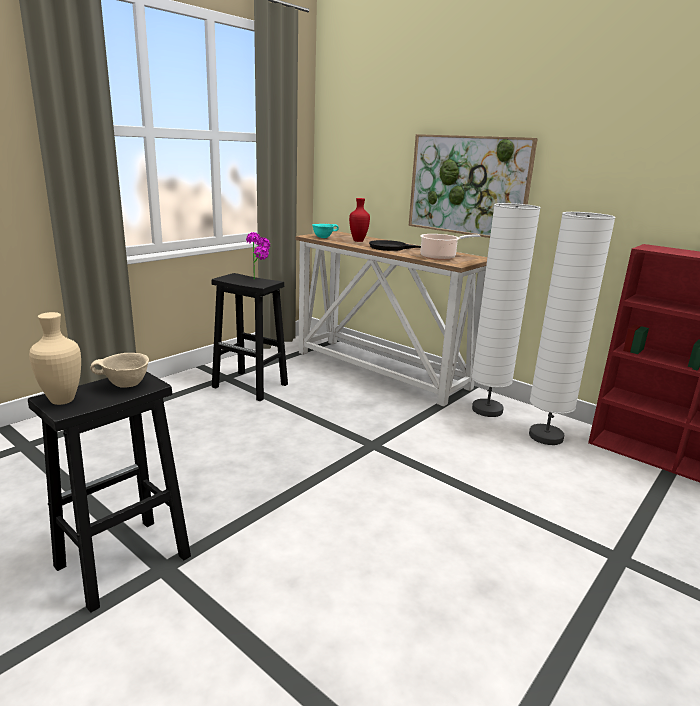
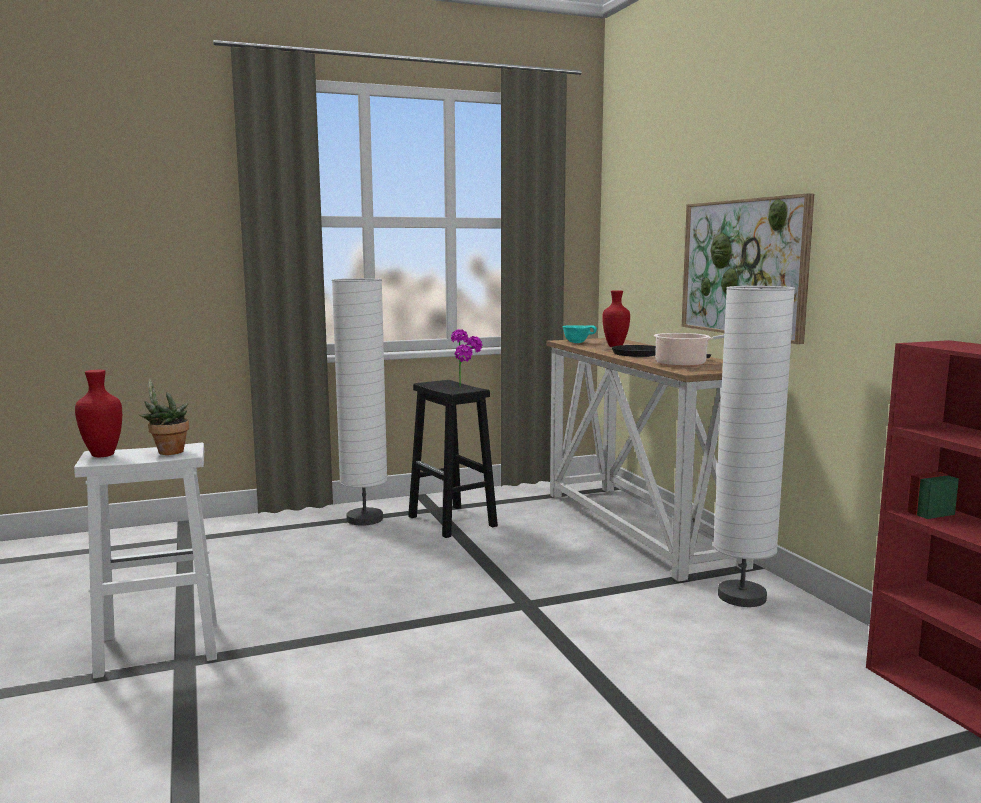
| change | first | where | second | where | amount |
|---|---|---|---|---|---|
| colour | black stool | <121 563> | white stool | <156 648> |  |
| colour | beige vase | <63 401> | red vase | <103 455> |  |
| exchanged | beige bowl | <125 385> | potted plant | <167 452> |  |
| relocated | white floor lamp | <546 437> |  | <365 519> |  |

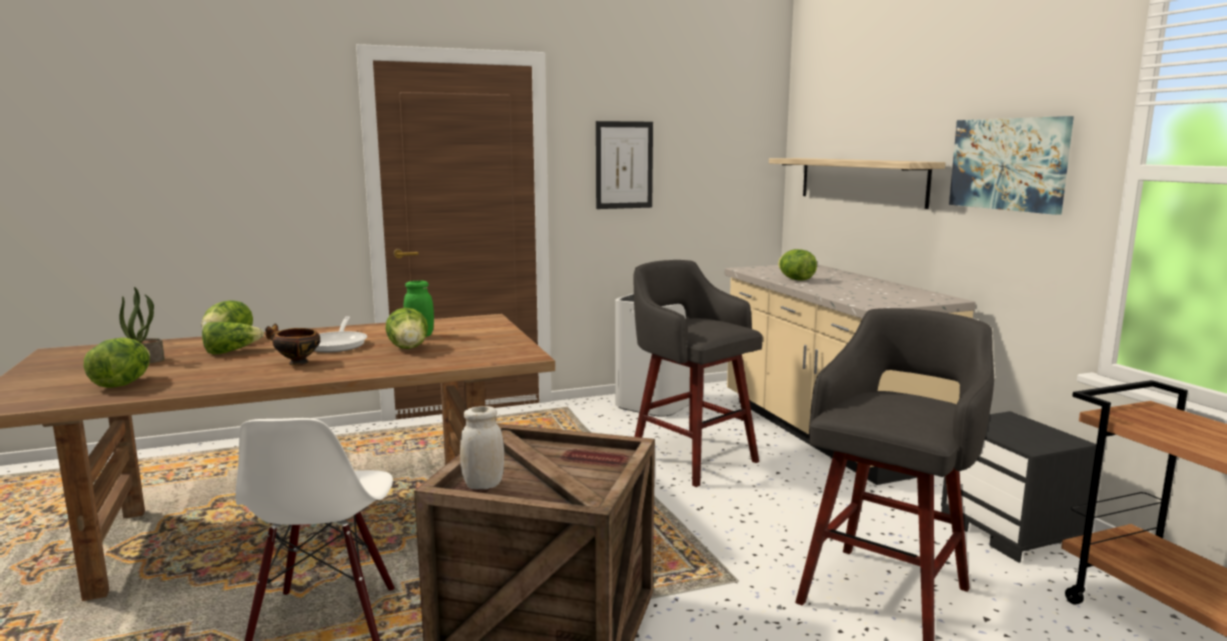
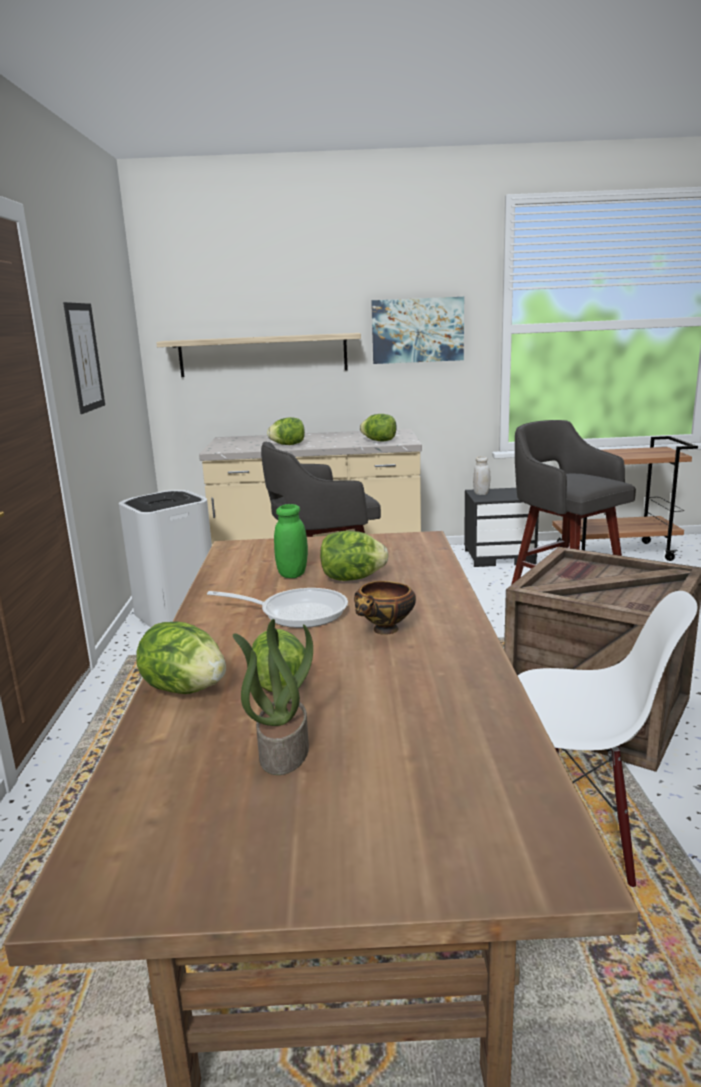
| change | first | where | second | where | amount |
|---|---|---|---|---|---|
| relocated | lettuce | <122 384> |  | <379 441> |  |
| relocated | white jar | <483 485> |  | <481 493> |  |

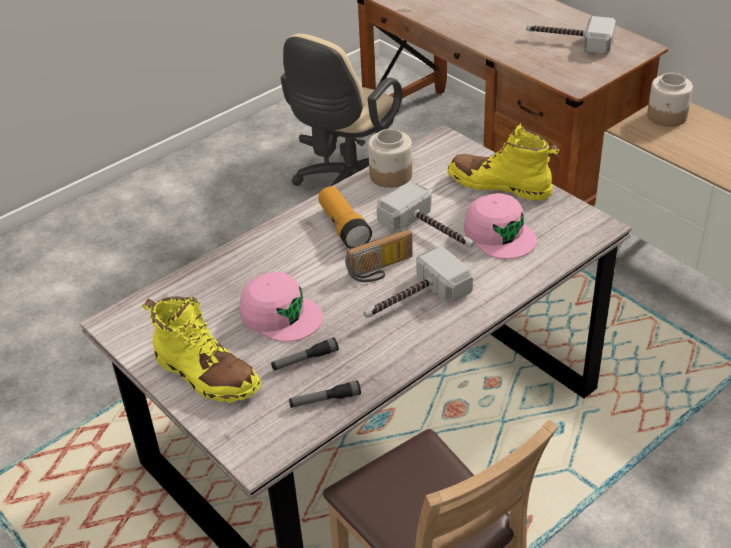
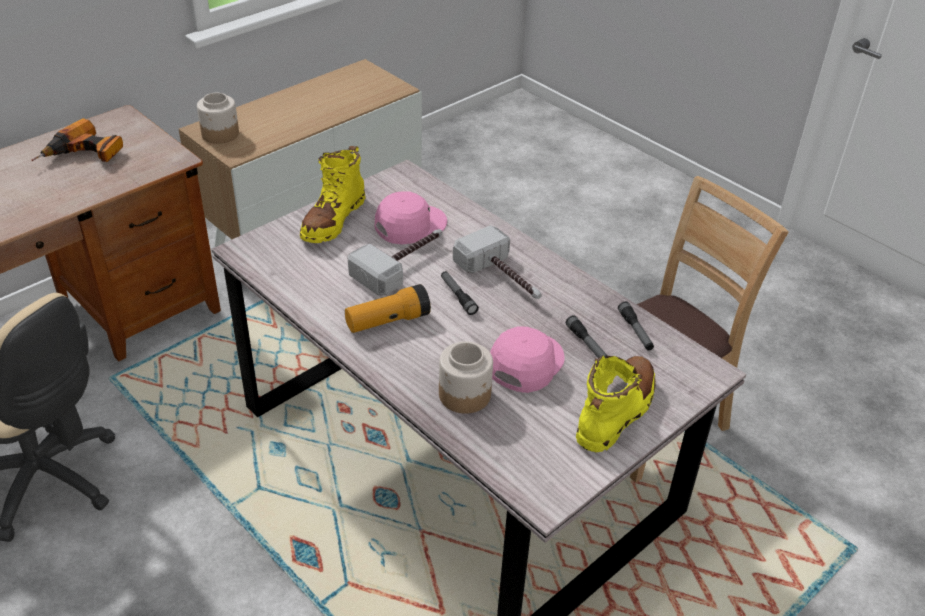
| change | first | where | second | where | amount |
|---|---|---|---|---|---|
| exchanged | radio | <381 269> | flashlight | <458 296> |  |
| relocated | jar | <390 175> |  | <465 395> |  |
| exchanged | hammer | <568 41> | power drill | <84 155> |  |

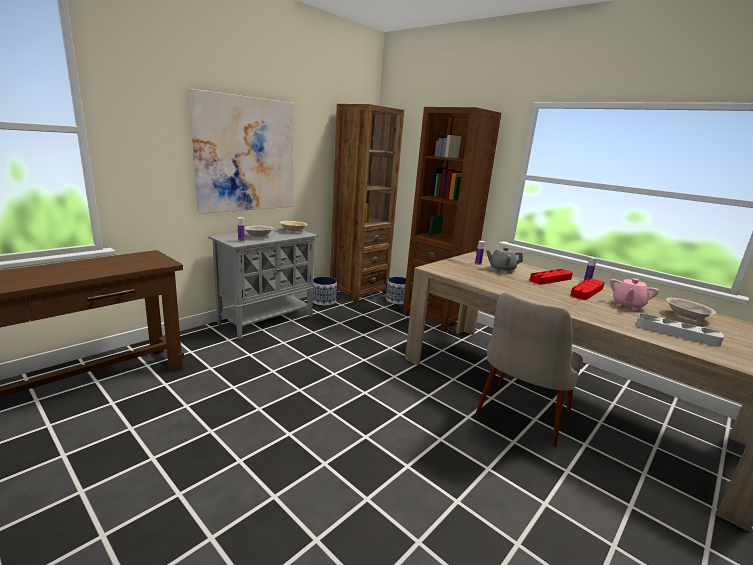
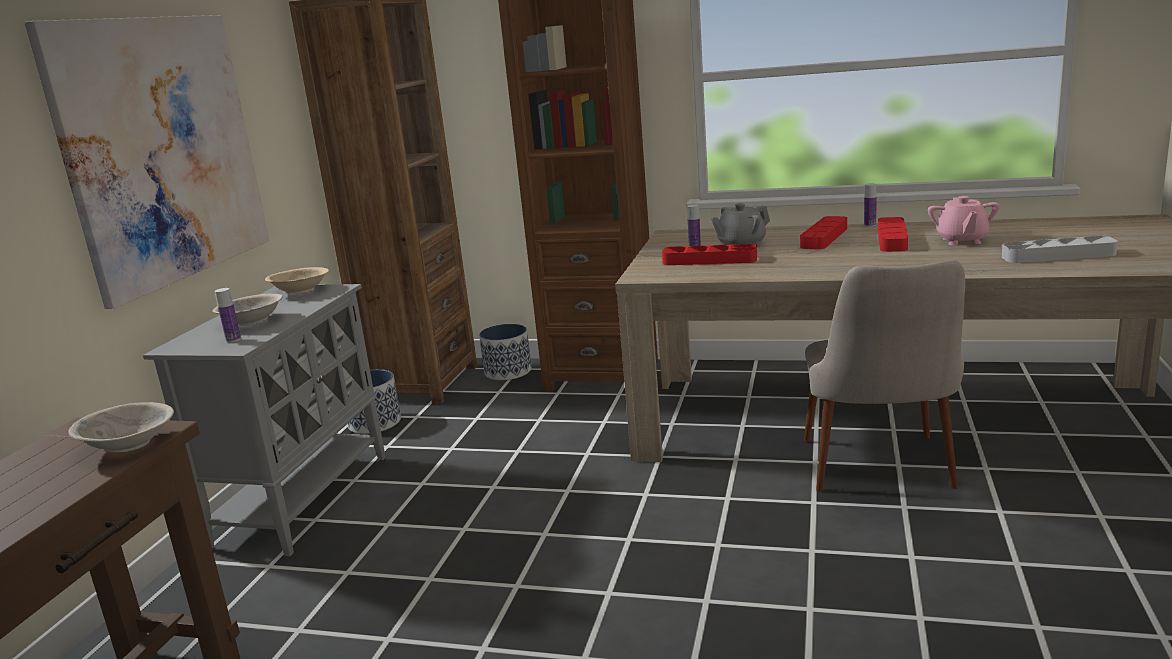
| change | first | where | second | where | amount |
|---|---|---|---|---|---|
| relocated | beige bowl | <686 316> |  | <128 445> |  |
| appeared |  |  | red tray | <709 260> |  |

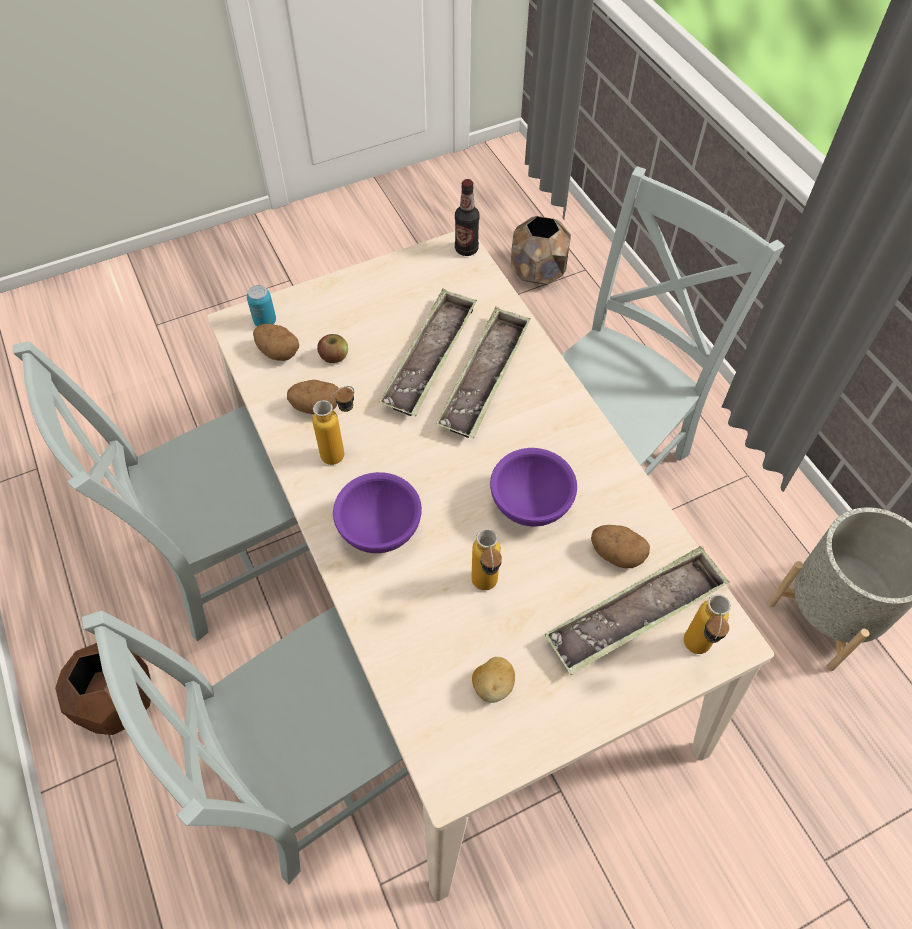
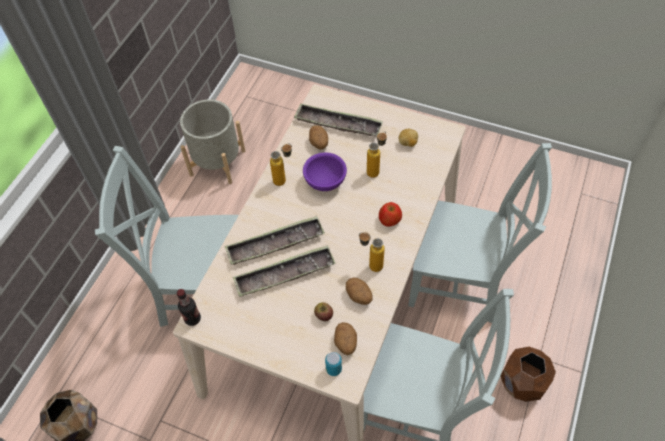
| change | first | where | second | where | amount |
|---|---|---|---|---|---|
| exchanged | purple bowl | <381 530> | apple | <389 219> |  |
| relocated | bottle | <695 652> |  | <284 179> |  |

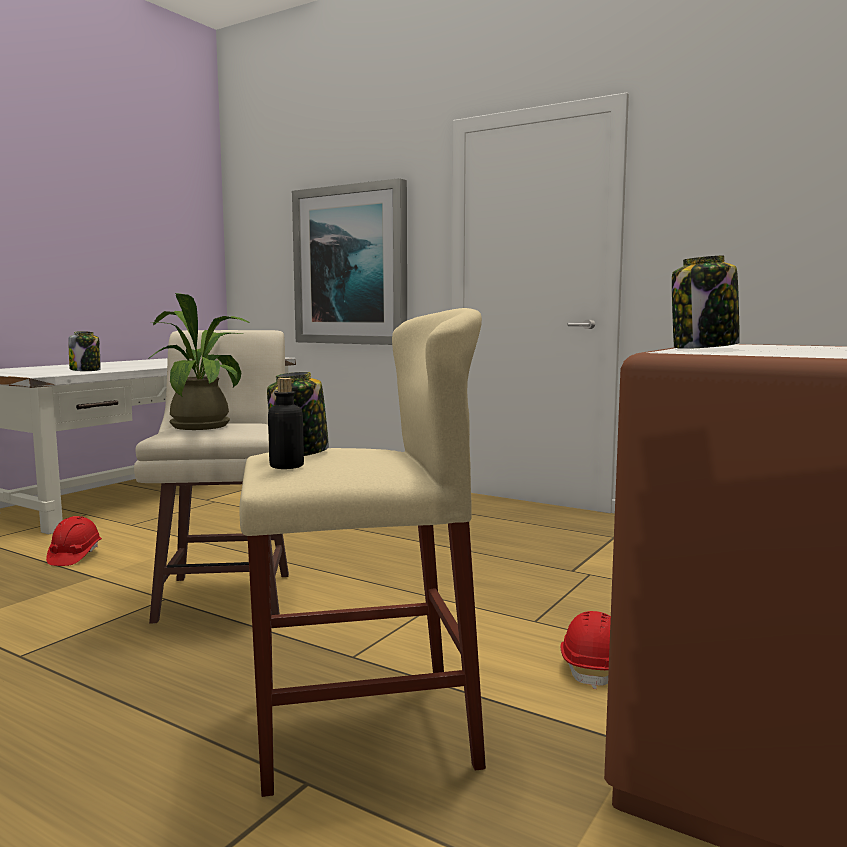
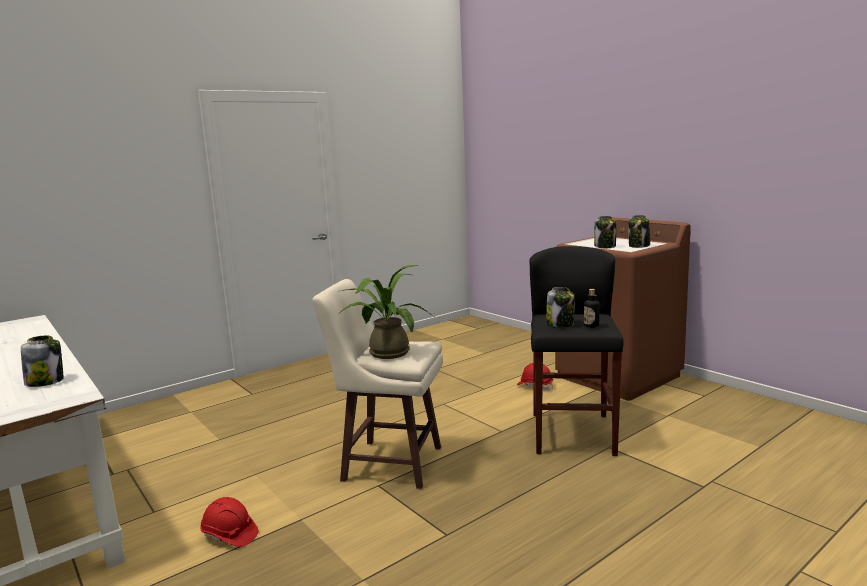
| change | first | where | second | where | amount |
|---|---|---|---|---|---|
| colour | beige stool | <363 730> | black stool | <572 434> |  |
| missing | picture | <351 266> |  |  |  |
| appeared |  |  | jar | <639 246> |  |

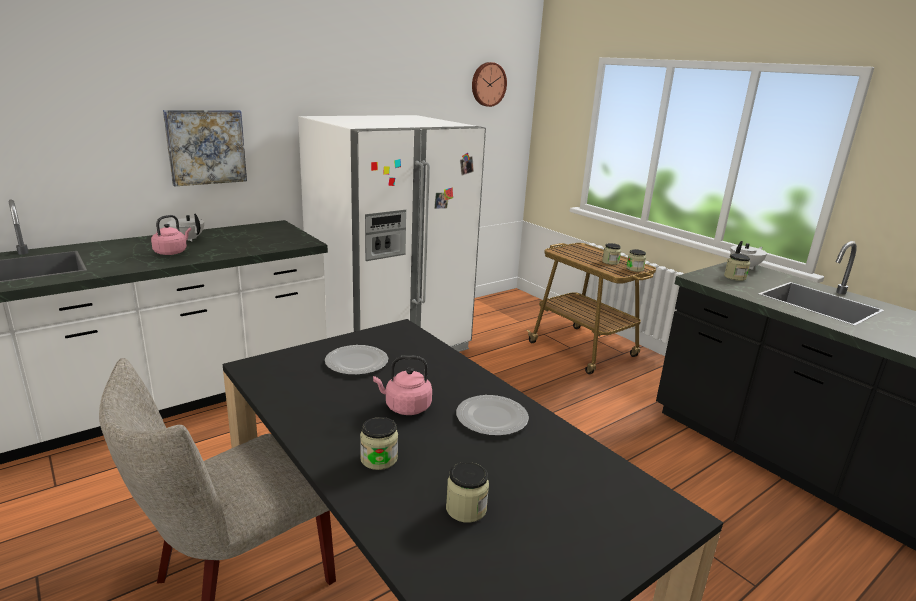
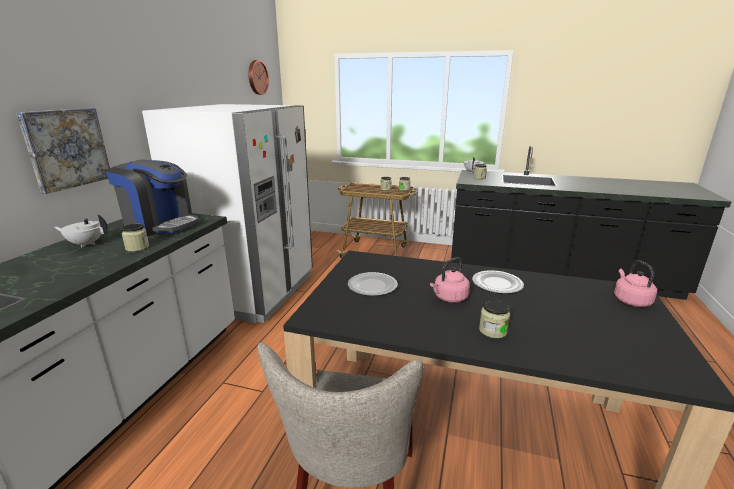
| change | first | where | second | where | amount |
|---|---|---|---|---|---|
| relocated | pink kettle | <172 252> |  | <630 300> |  |
| relocated | jar | <466 508> |  | <137 247> |  |
| appeared |  |  | coffee machine | <160 225> |  |

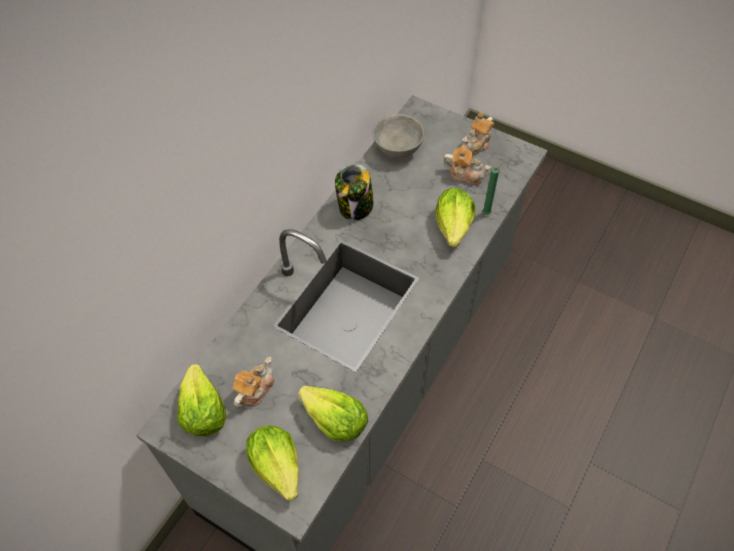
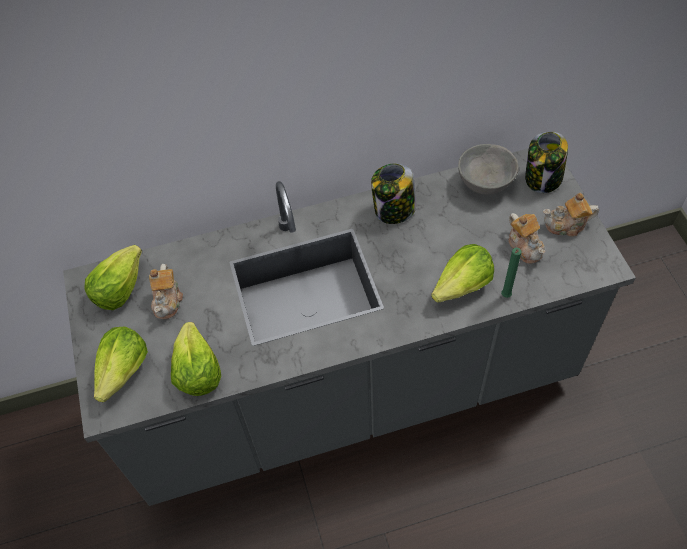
| change | first | where | second | where | amount |
|---|---|---|---|---|---|
| spun | teapot | <255 389> |  | <168 300> | 105 degrees clockwise |
| appeared |  |  | jar | <543 179> |  |

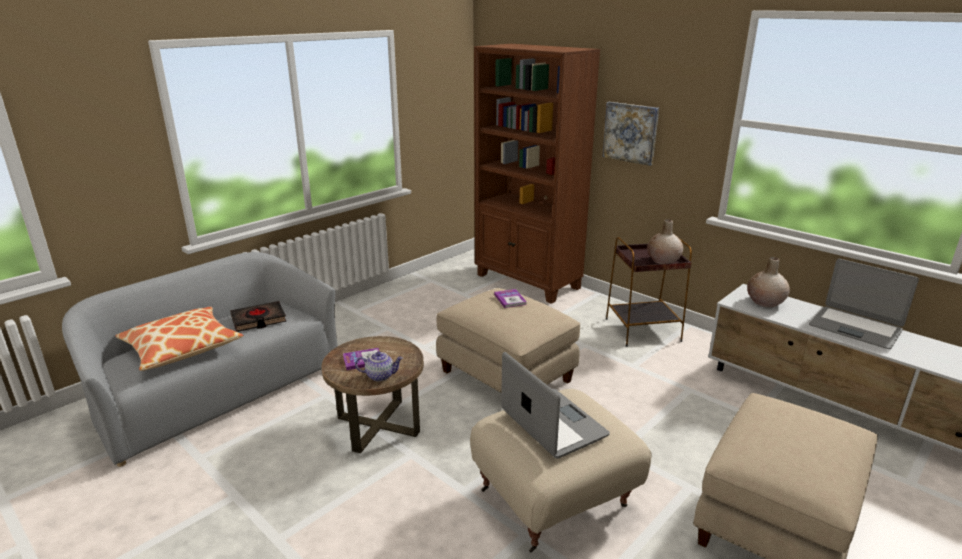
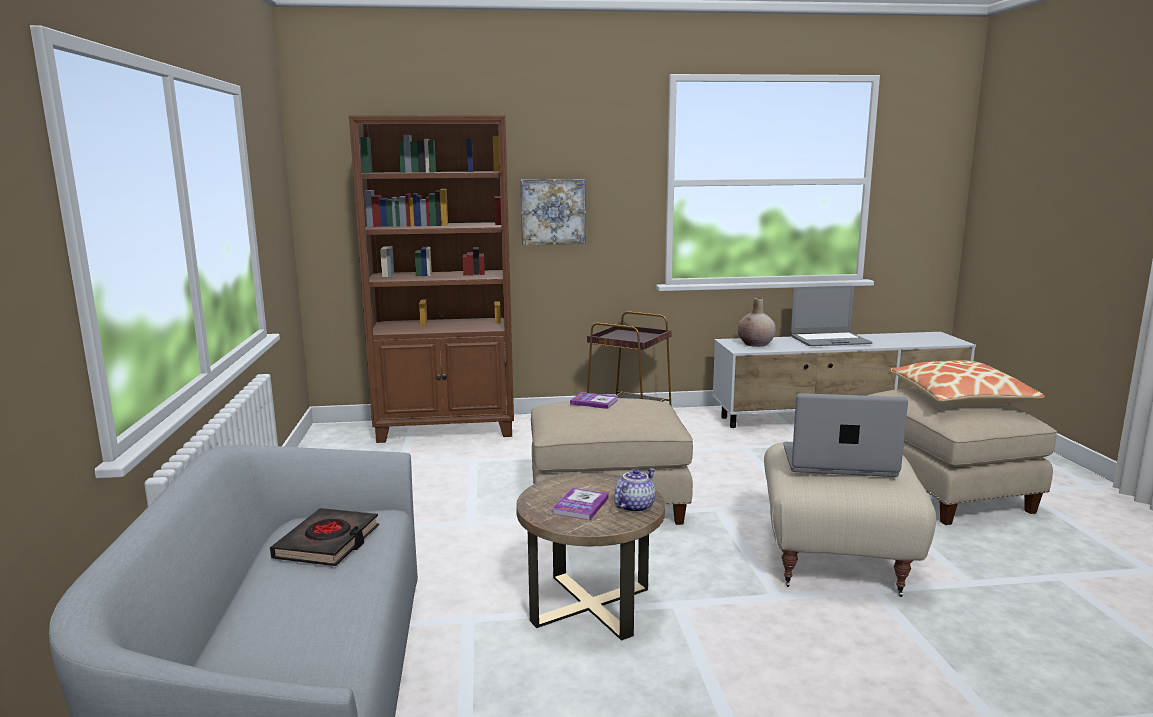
| change | first | where | second | where | amount |
|---|---|---|---|---|---|
| relocated | pillow | <182 348> |  | <960 398> |  |
| missing | beige vase | <663 261> |  |  |  |

